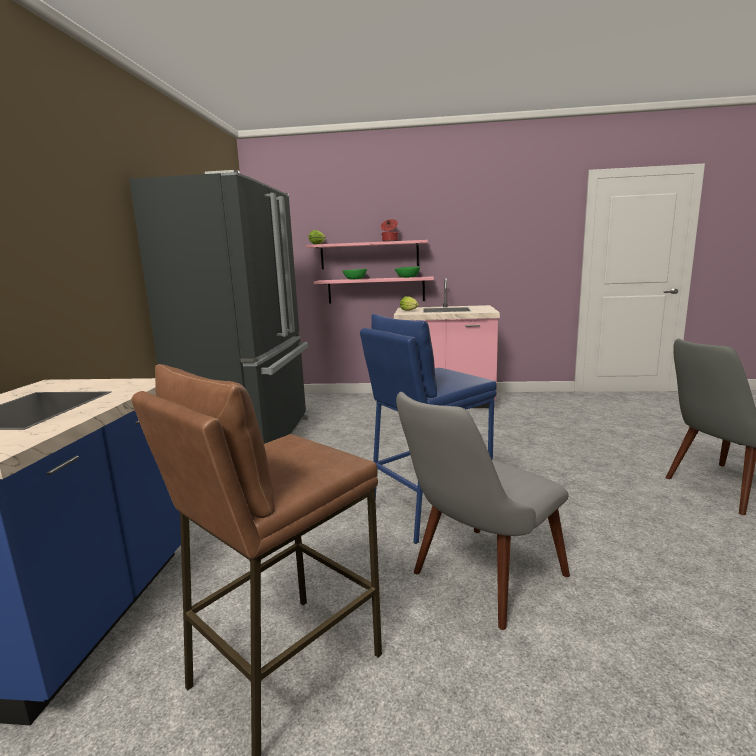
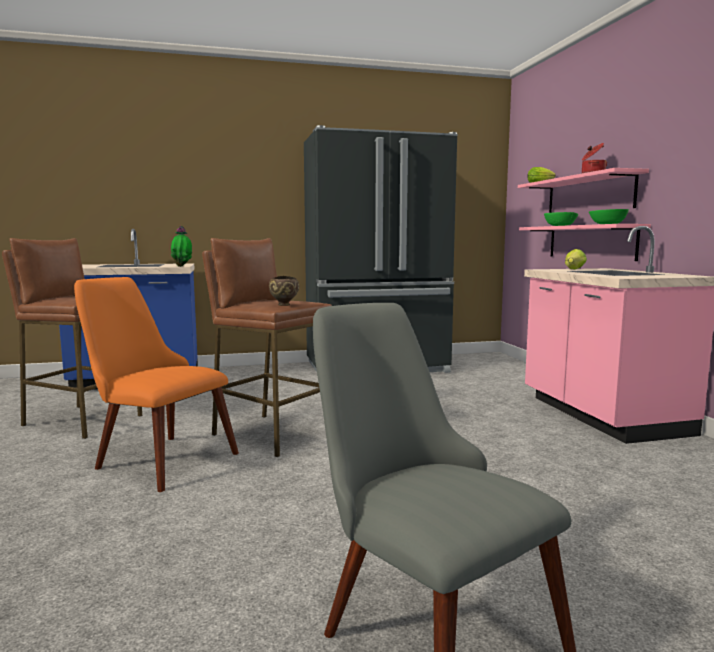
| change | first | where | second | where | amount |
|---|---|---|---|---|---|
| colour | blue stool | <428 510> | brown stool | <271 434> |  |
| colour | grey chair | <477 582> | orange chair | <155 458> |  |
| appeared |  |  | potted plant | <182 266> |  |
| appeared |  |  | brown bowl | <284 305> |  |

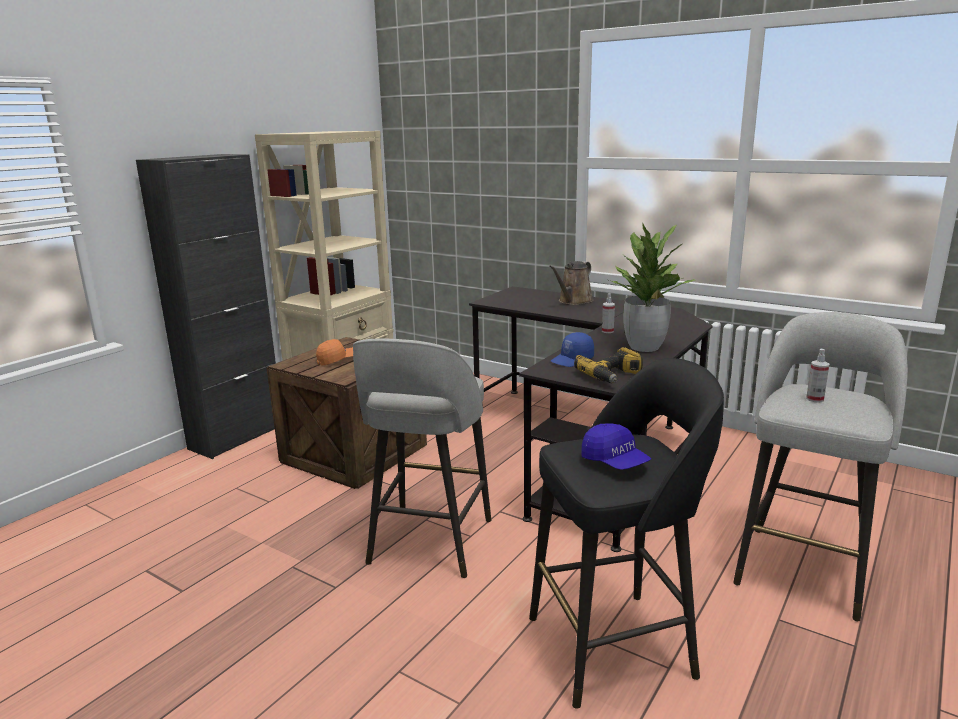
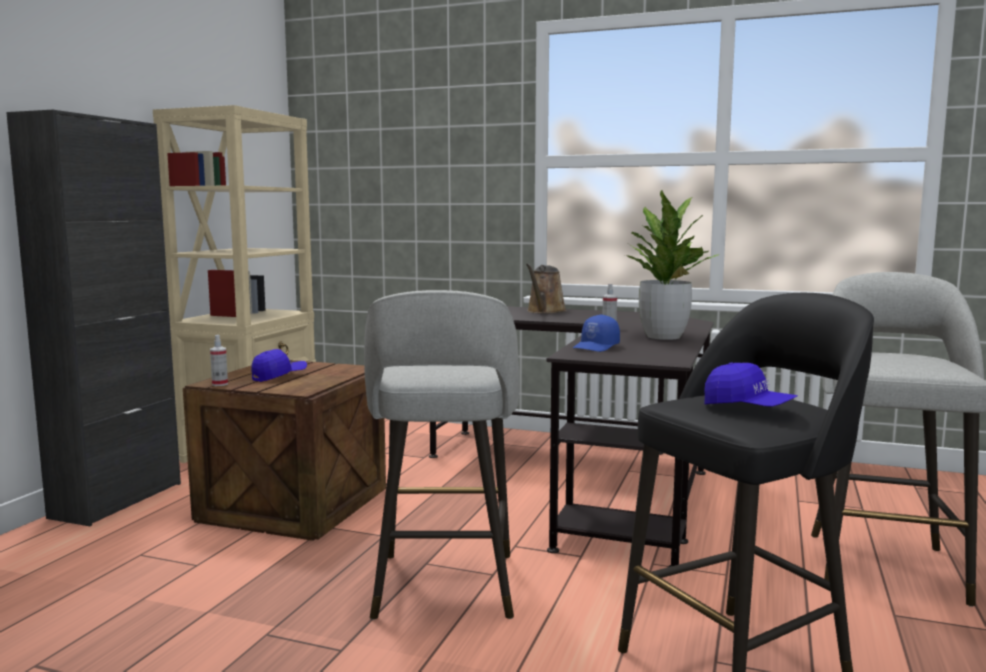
| change | first | where | second | where | amount |
|---|---|---|---|---|---|
| colour | orange cap | <338 360> | blue cap | <279 377> |  |
| missing | power drill | <612 376> |  |  |  |
| relocated | spray bottle | <815 399> |  | <220 384> |  |

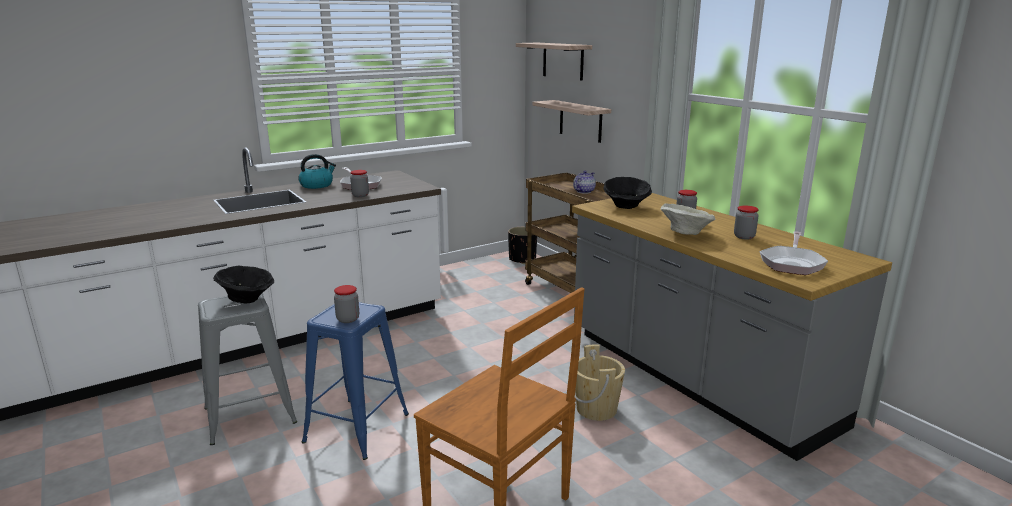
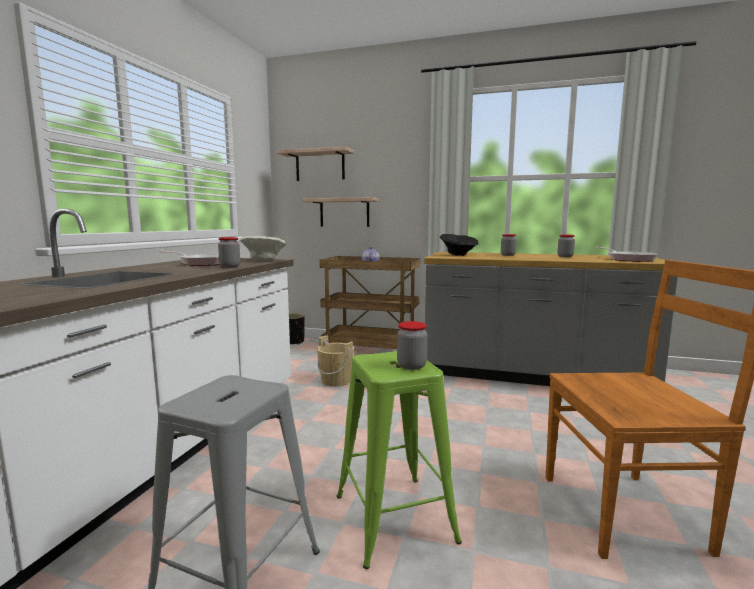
| change | first | where | second | where | amount |
|---|---|---|---|---|---|
| missing | black bowl | <247 300> |  |  |  |
| missing | kettle | <317 185> |  |  |  |
| colour | blue stool | <356 428> | green stool | <394 518> |  |
| relocated | beige bucket | <596 409> |  | <336 381> |  |
| relocated | beige bowl | <685 233> |  | <263 260> |  |

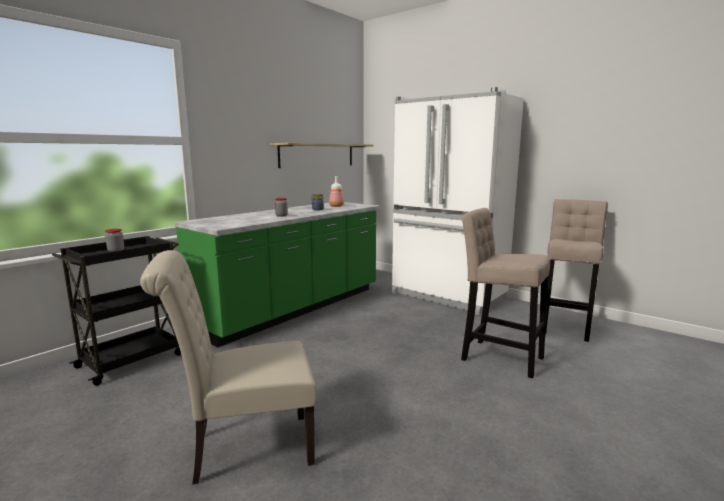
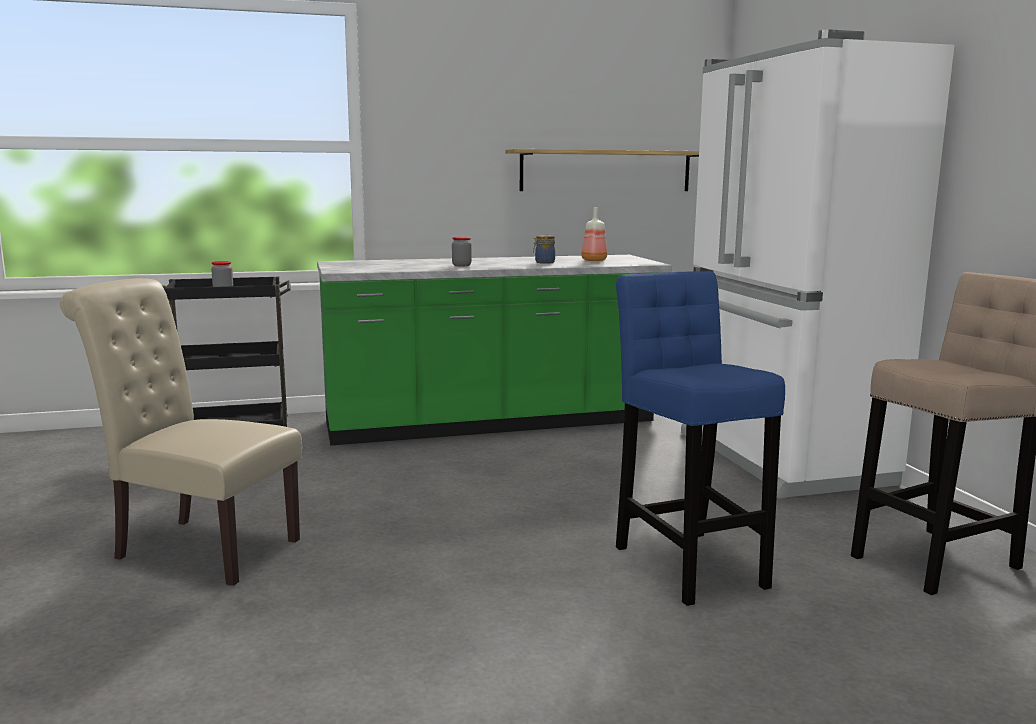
| change | first | where | second | where | amount |
|---|---|---|---|---|---|
| colour | beige stool | <497 357> | blue stool | <686 562> |  |

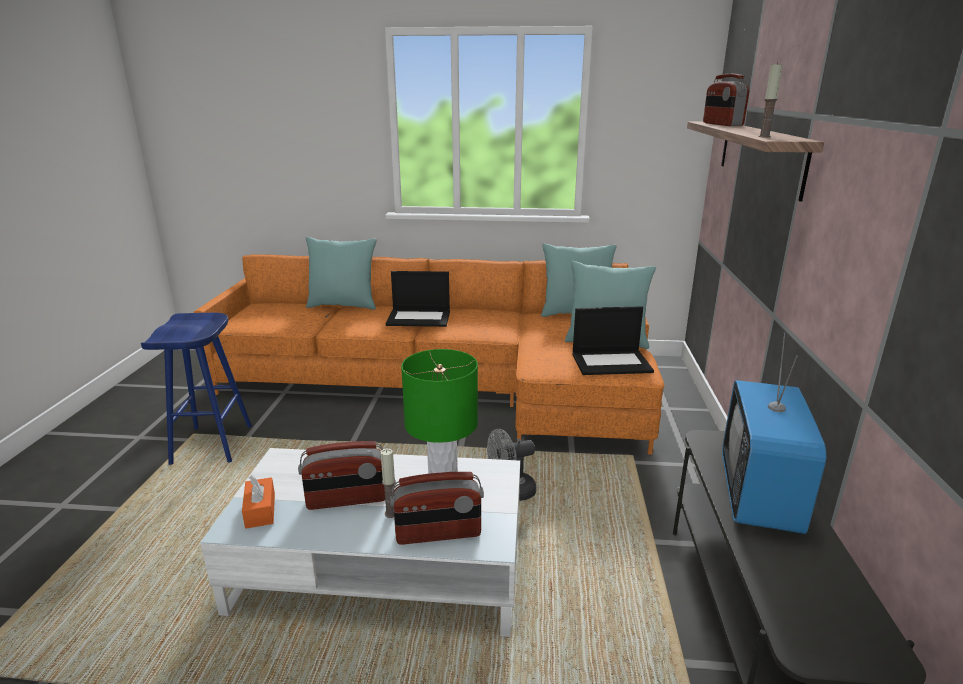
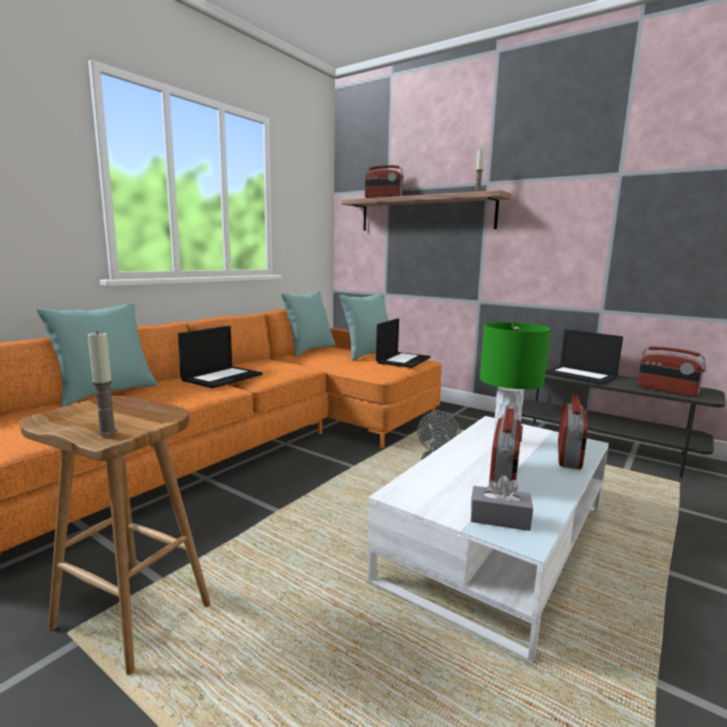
| change | first | where | second | where | amount |
|---|---|---|---|---|---|
| colour | blue stool | <213 445> | brown stool | <135 616> |  |
| colour | orange tissue box | <260 510> | grey tissue box | <499 518> |  |
| relocated | candle | <391 513> |  | <107 431> |  |
| exchanged | television | <759 496> | laptop | <581 375> |  |
| appeared |  |  | radio | <666 390> |  |

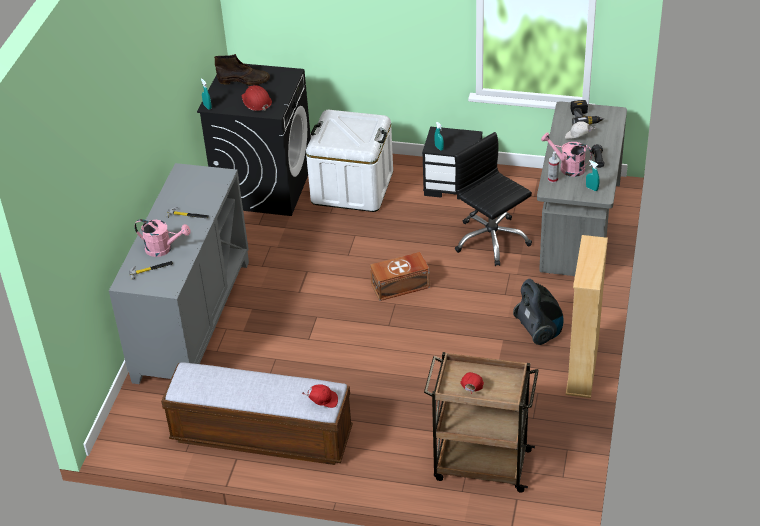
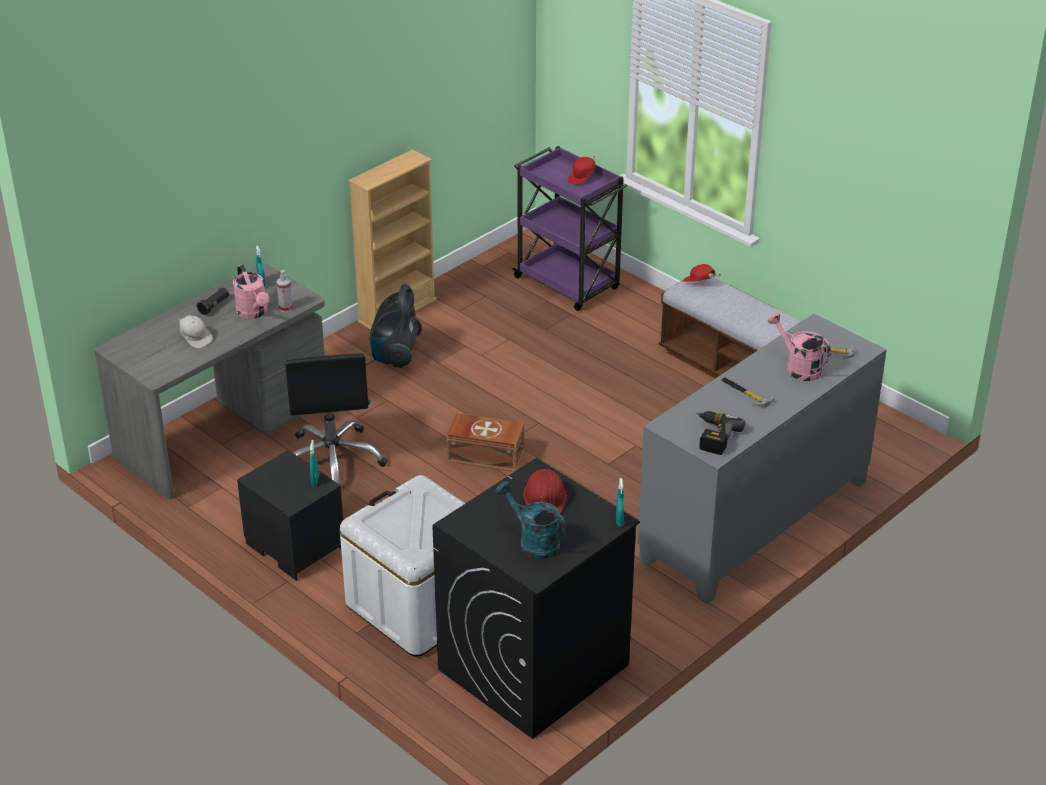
| change | first | where | second | where | amount |
|---|---|---|---|---|---|
| exchanged | brown boot | <244 80> | turquoise watering can | <533 542> |  |
| colour | brown cart | <480 465> | purple cart | <568 284> |  |
| relocated | power drill | <585 118> |  | <713 436> |  |

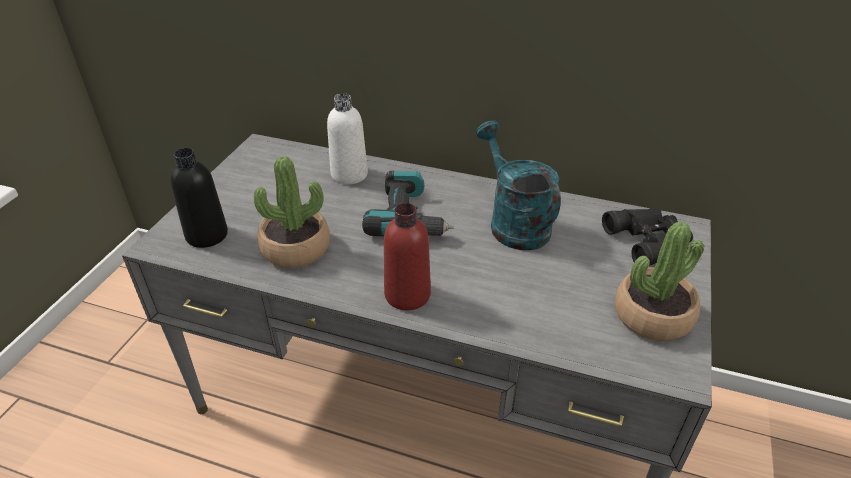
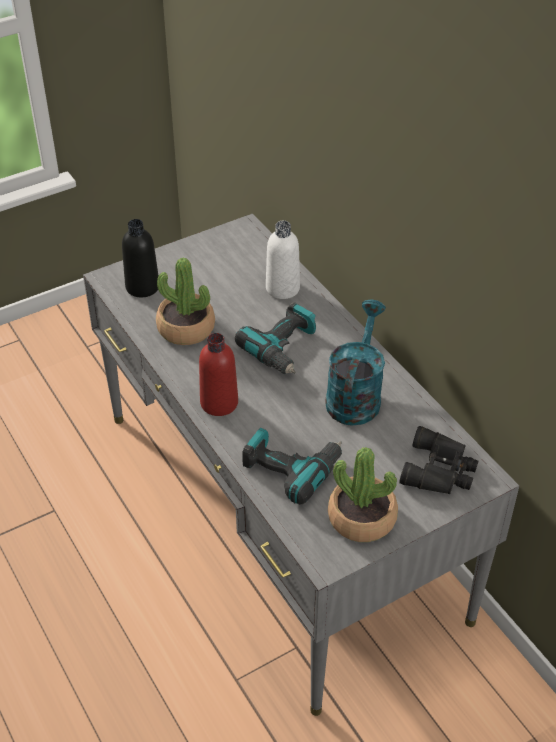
| change | first | where | second | where | amount |
|---|---|---|---|---|---|
| appeared |  |  | power drill | <291 467> |  |

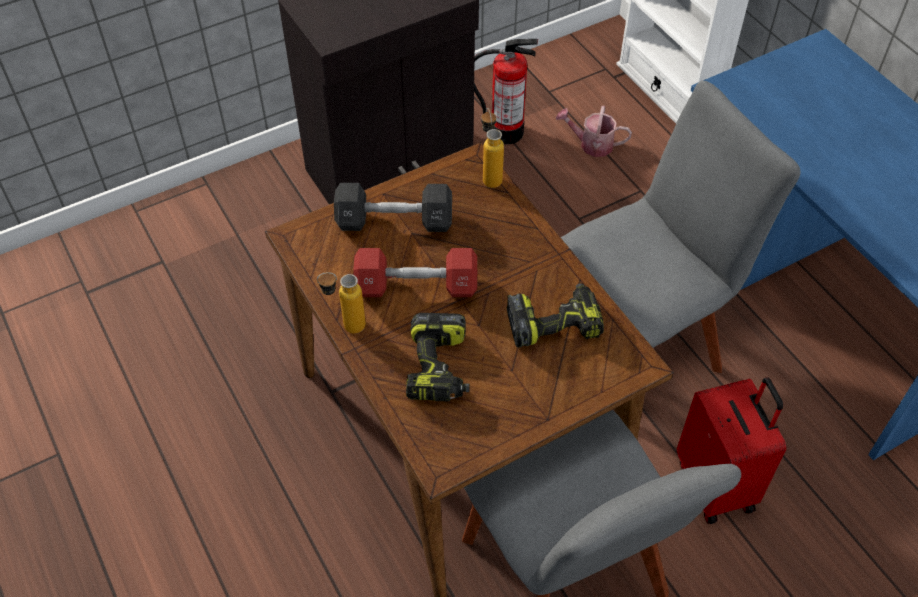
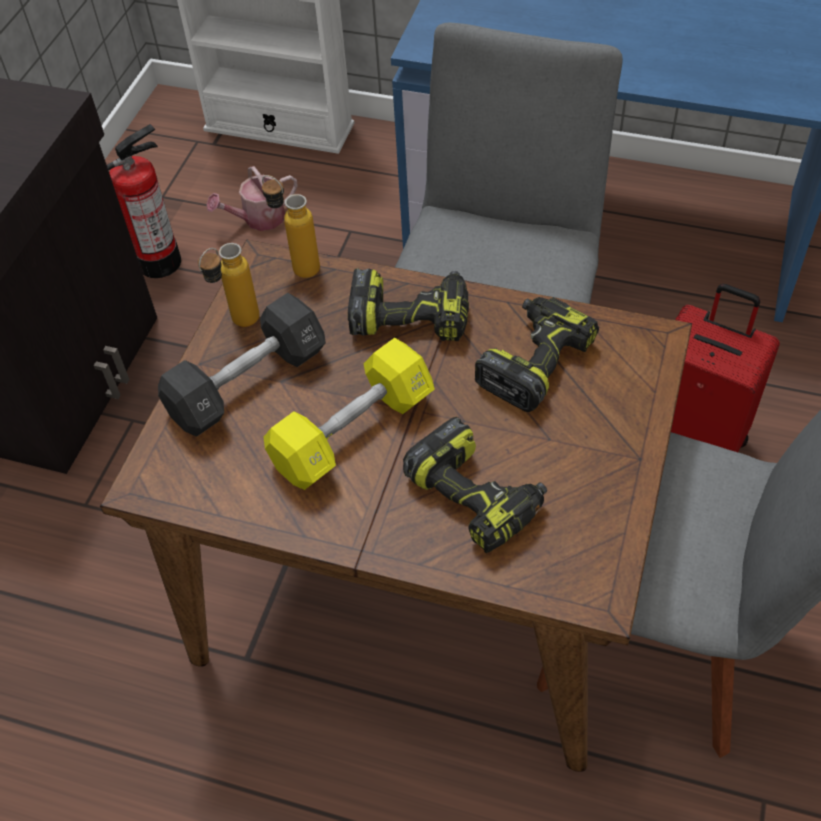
| change | first | where | second | where | amount |
|---|---|---|---|---|---|
| relocated | bottle | <345 327> |  | <237 325> |  |
| colour | red dumbbell | <416 286> | yellow dumbbell | <352 432> |  |
| appeared |  |  | power drill | <411 316> |  |

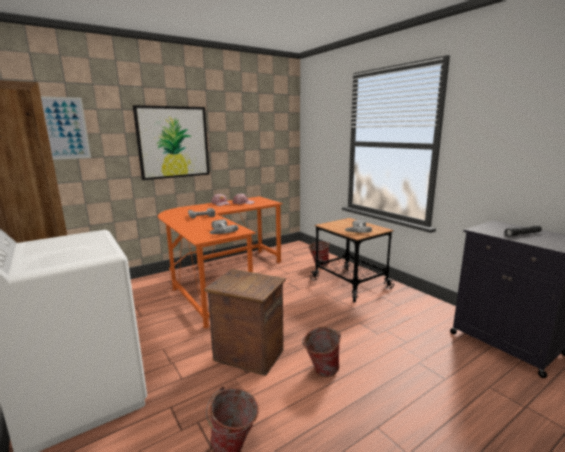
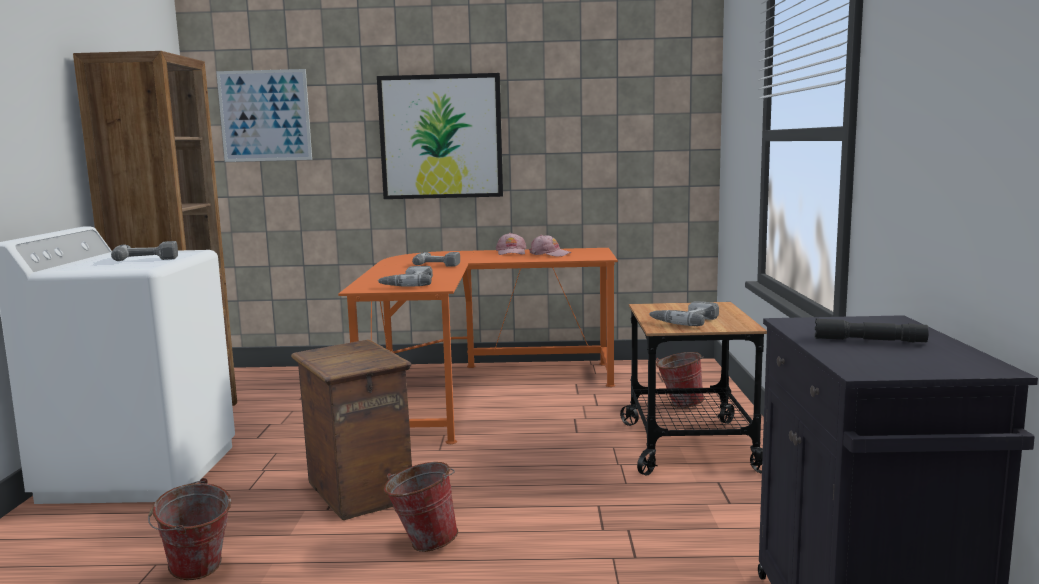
| change | first | where | second | where | amount |
|---|---|---|---|---|---|
| appeared |  |  | power drill | <147 258> |  |

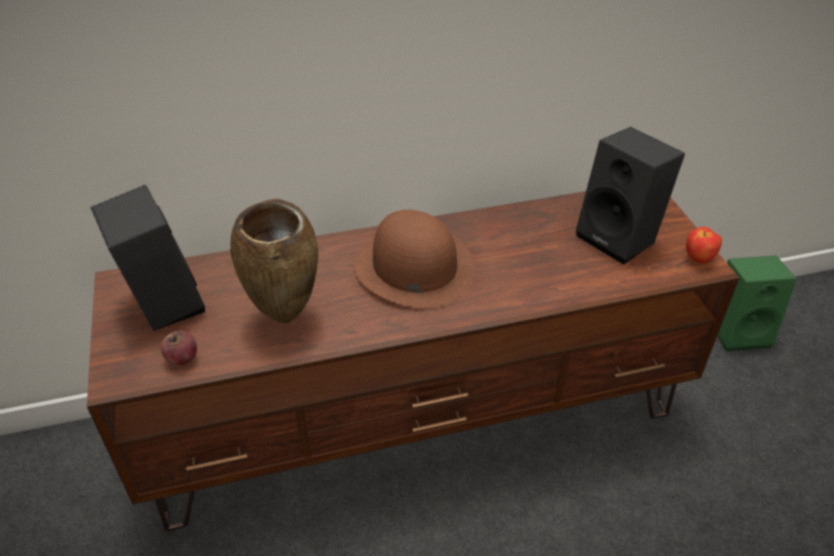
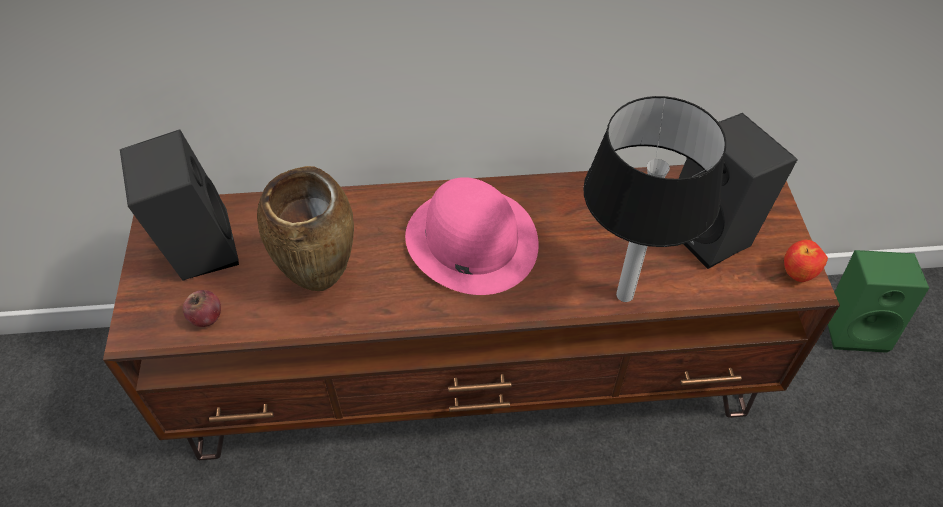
| change | first | where | second | where | amount |
|---|---|---|---|---|---|
| colour | brown hat | <414 267> | pink hat | <471 240> |  |
| appeared |  |  | table lamp | <626 294> |  |

